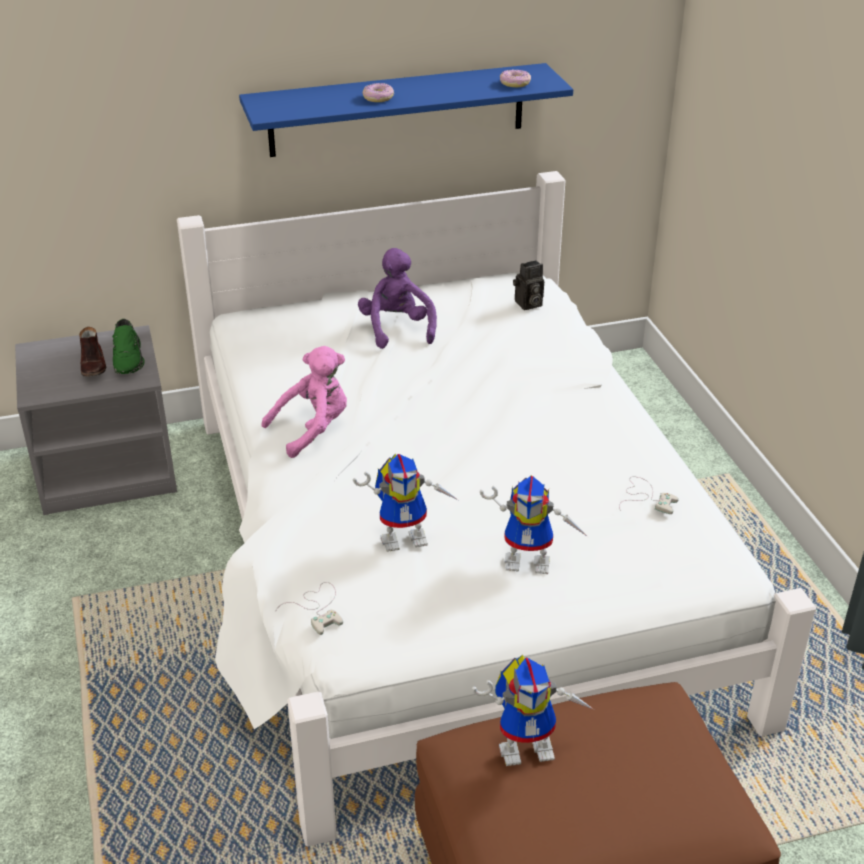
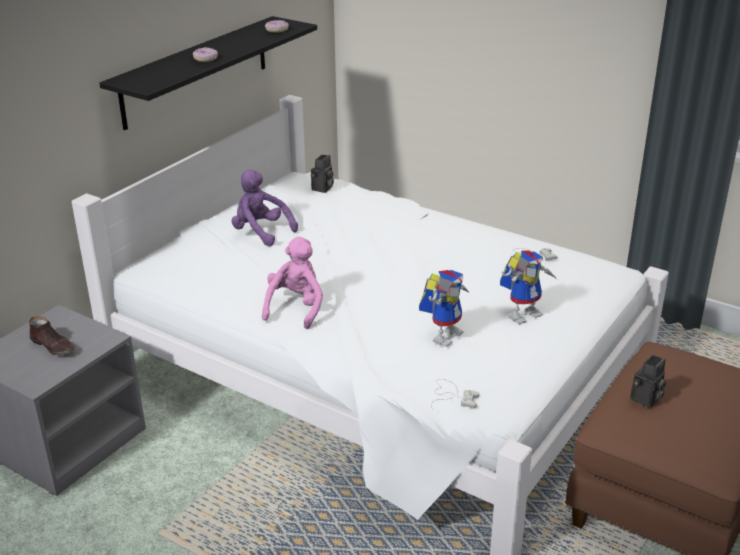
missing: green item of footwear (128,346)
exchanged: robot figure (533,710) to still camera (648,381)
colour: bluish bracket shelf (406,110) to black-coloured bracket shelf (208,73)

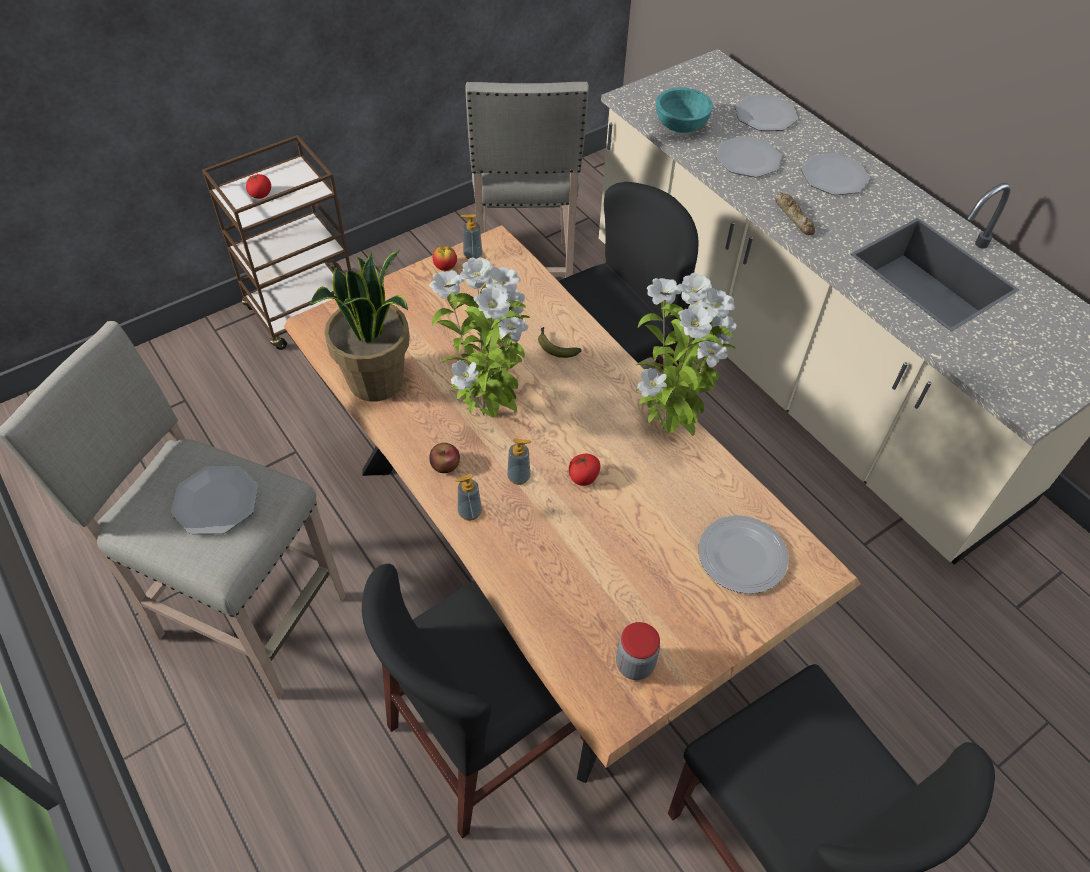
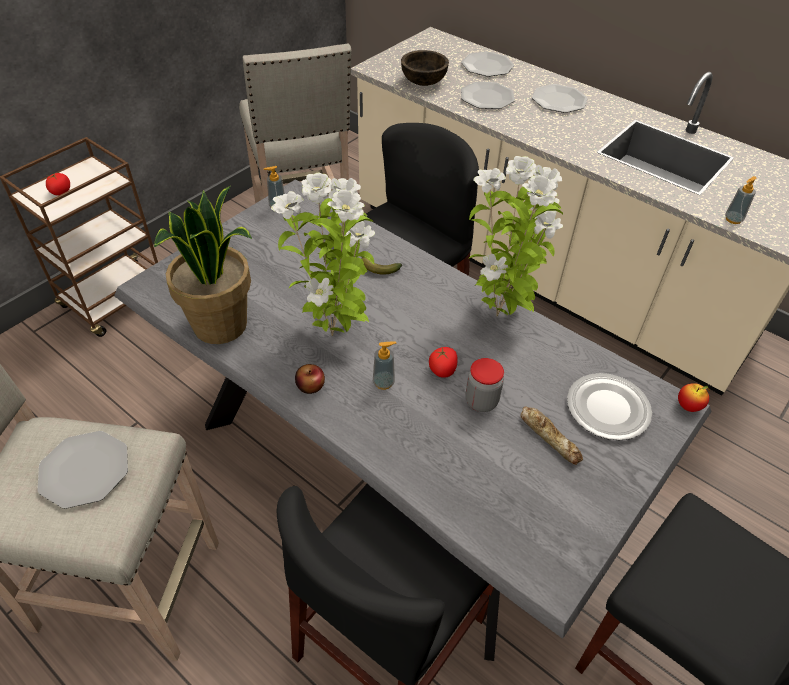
relocated: preserve jar (638,651) to (484,385); bread (795,213) to (551,436); whole apple (445,258) to (694,397); soap dispenser (468,497) to (740,200)
colour: brownish kitchen table (572,504) to gray kitchen table (413,420); turquoise bowl (684,110) to brownish bowl (425,68)

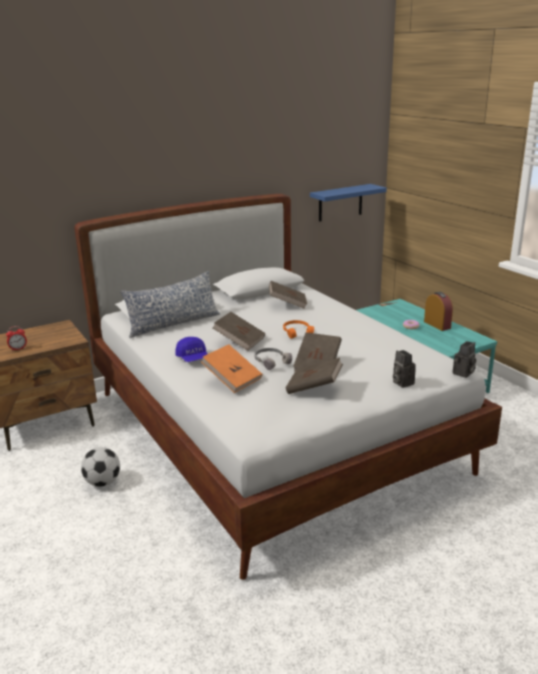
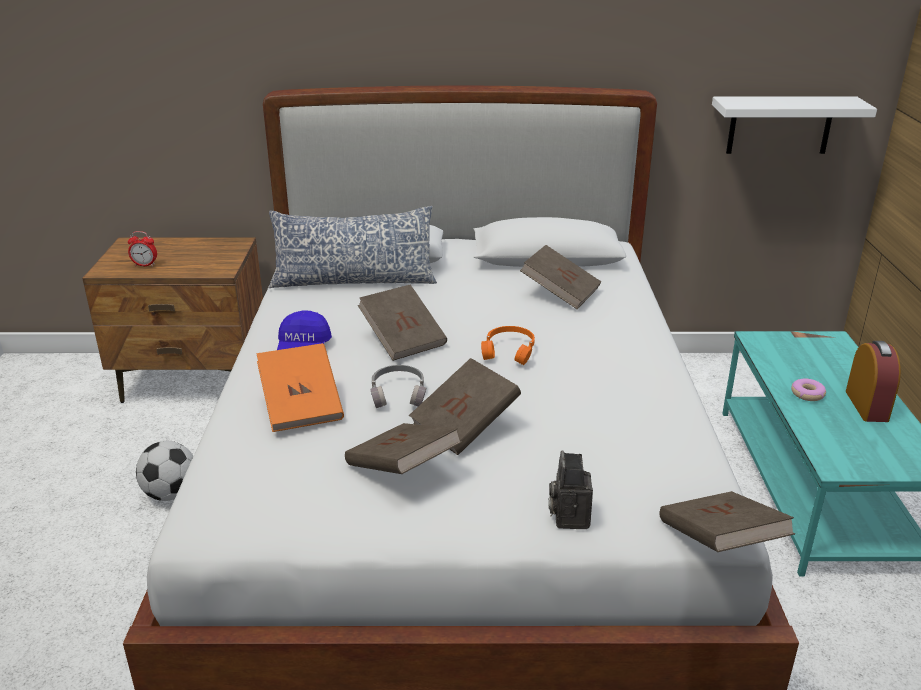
exchanged: still camera (464,359) to brownish volume (727,521)
colour: bluish bracket shelf (348,203) to white-coloured bracket shelf (794,125)

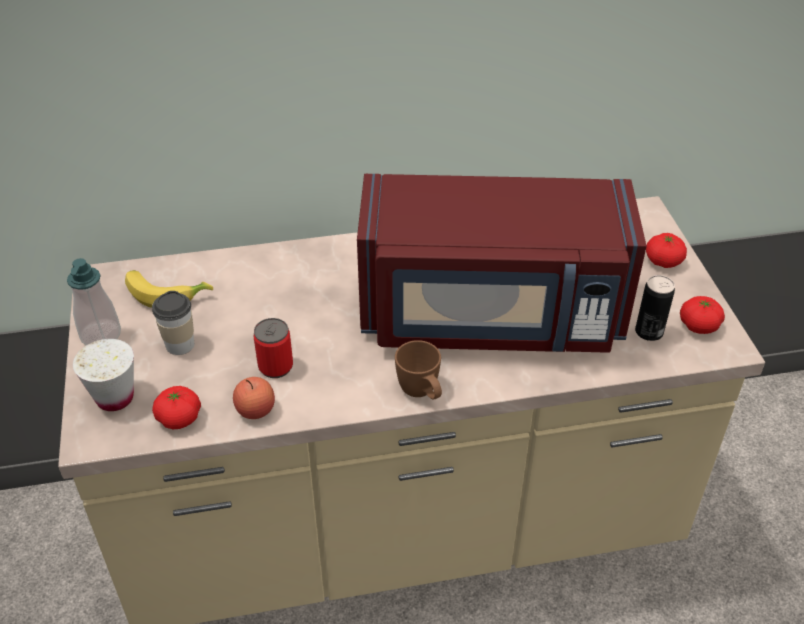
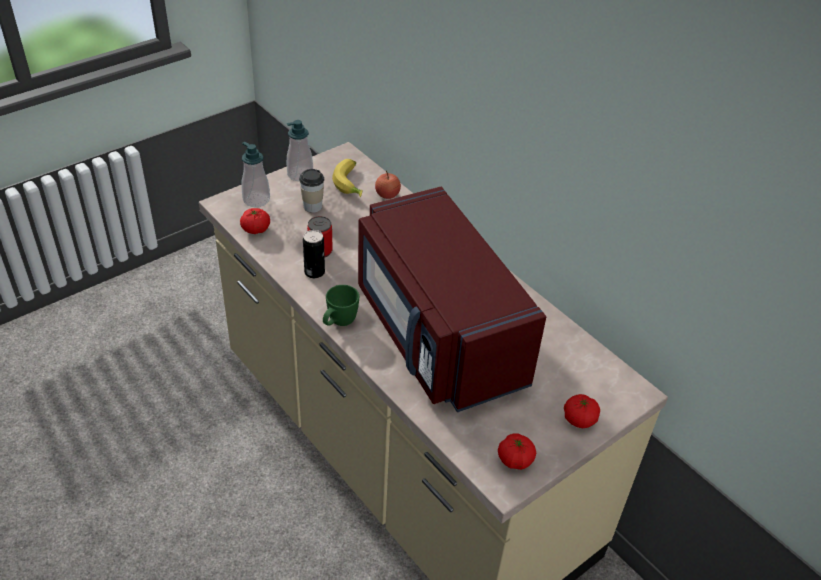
relocated: metal can (655,308) to (314,254); whole apple (254,398) to (388,185)
exchanged: white-coloured drinking cup (103,375) to soap dispenser (255,174)
colour: brownish mug (418,369) to green mug (341,305)

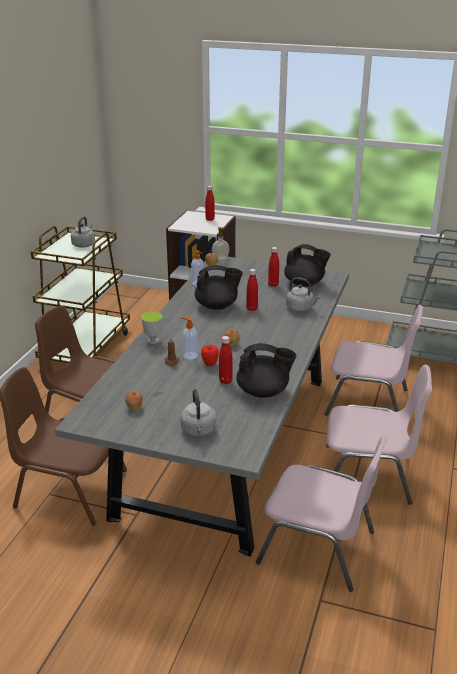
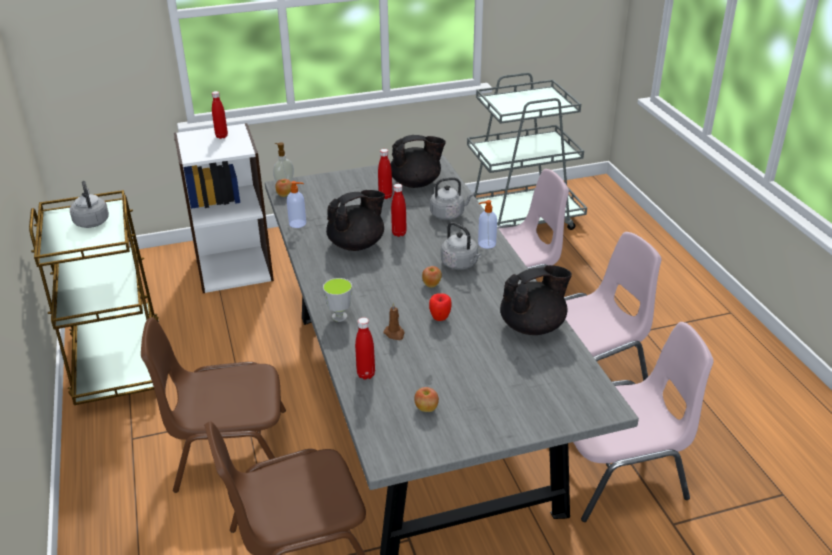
relocated: reddish beverage bottle (226,360) to (365,348); gray tea kettle (198,413) to (461,246); soap dispenser (189,338) to (487,224)

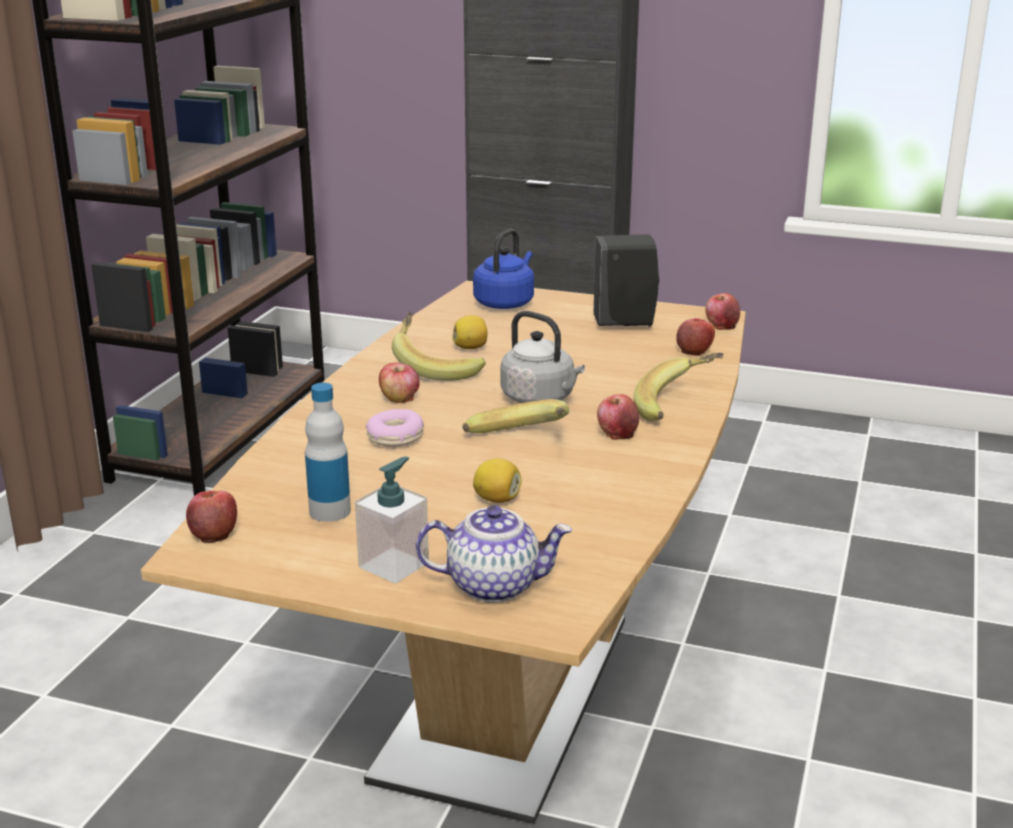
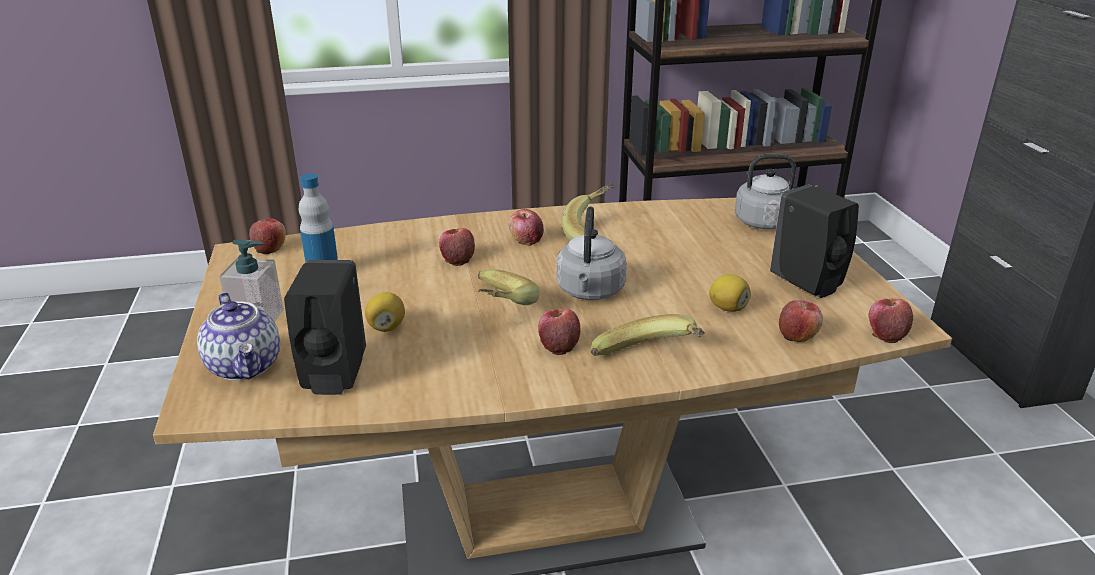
appeared: black-coloured soap dispenser (325,327)
relocated: citrus fruit (469,332) to (730,293)
exchanged: ring doughnut (394,428) to whole apple (457,247)
colour: bluish tea kettle (503,269) to gray tea kettle (776,192)

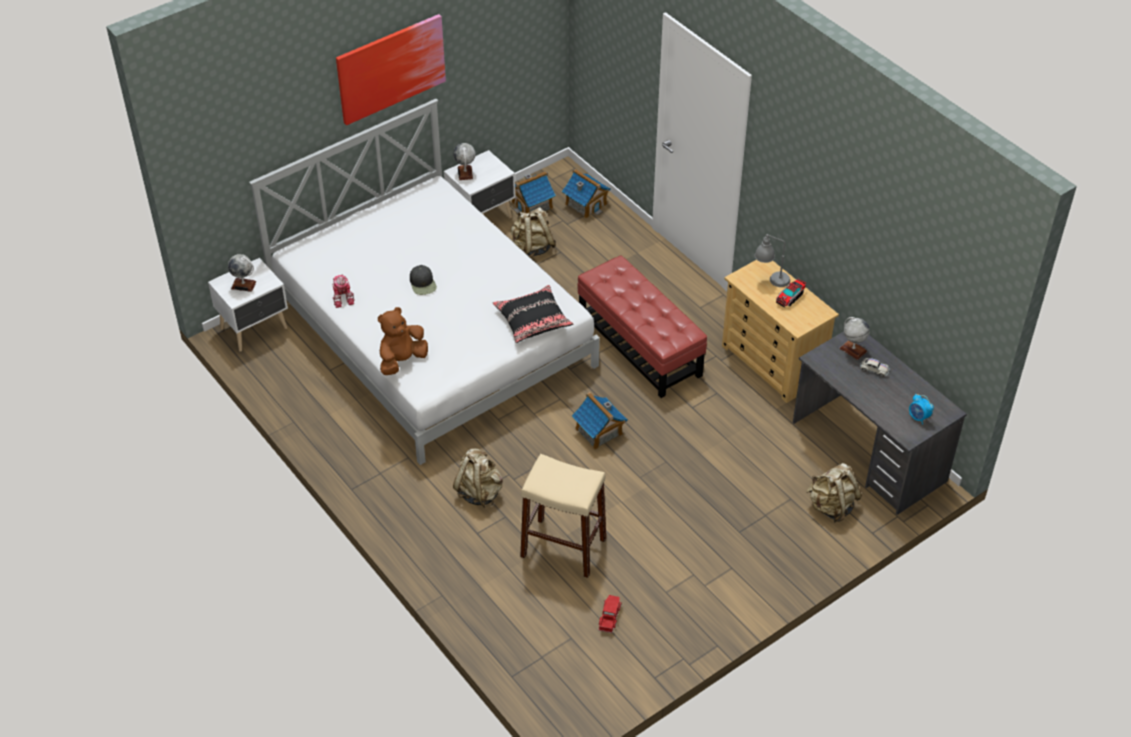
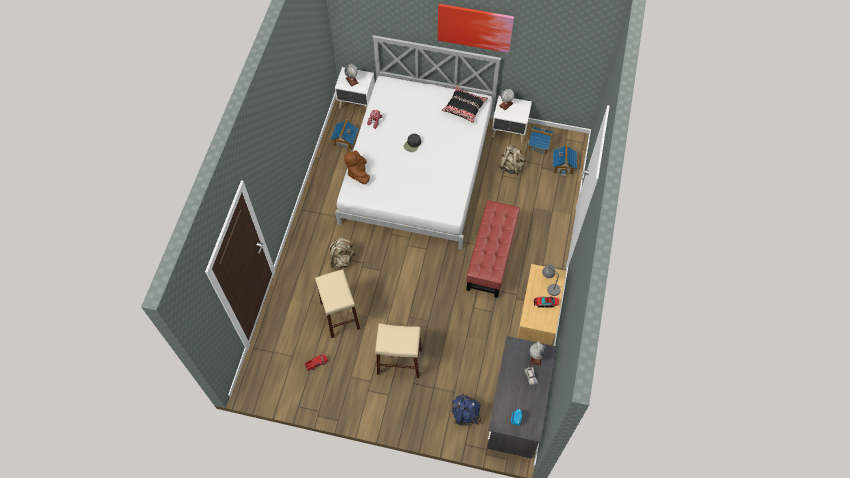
appeared: beige-coloured stool seat (398,351)
relocated: miniature house (600,421) to (344,134); black-coloured pillow (533,314) to (465,104)
colour: beige-coloured rucksack (834,492) to bluish rucksack (466,409)
spun: brownish plush toy (403,341) = (357,167) 105 degrees counterclockwise

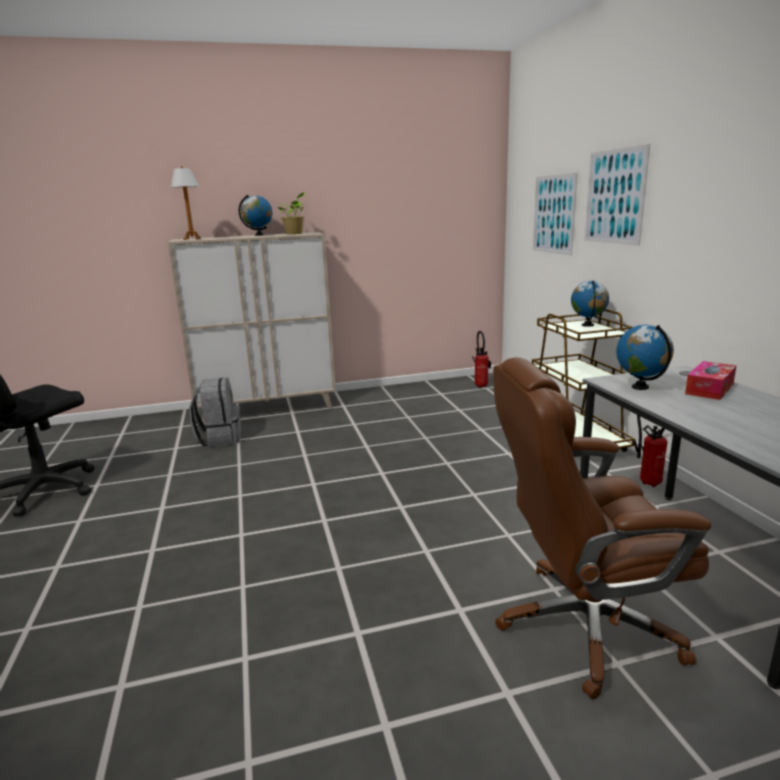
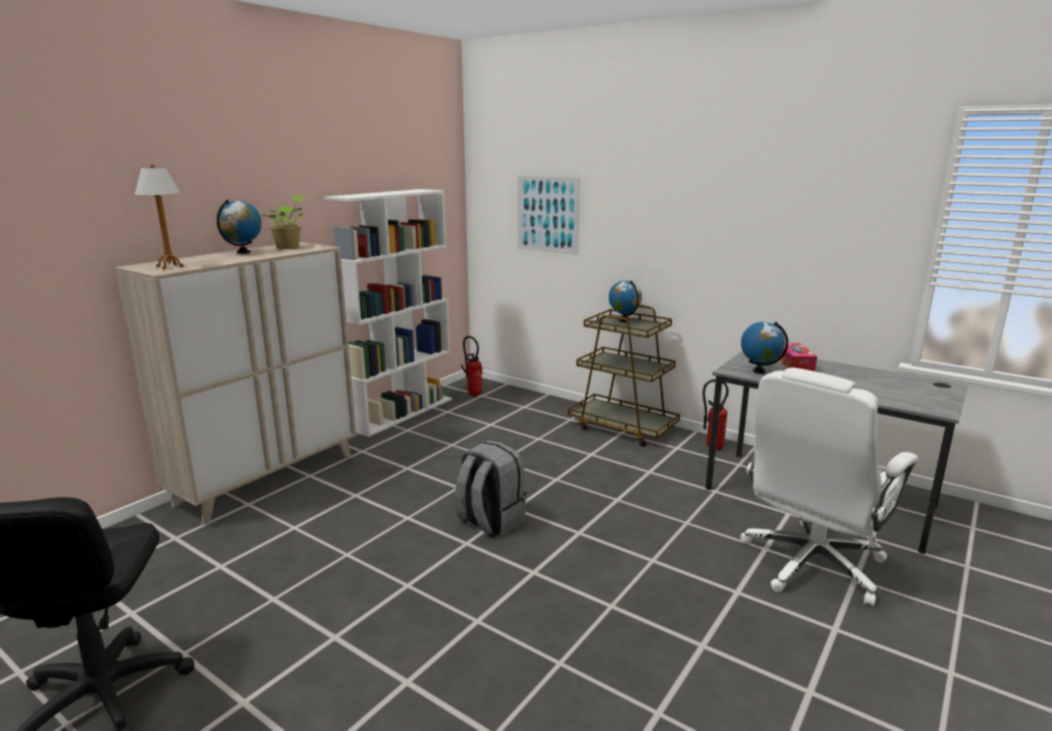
missing: wall picture (617,194)
appeared: white-coloured shelving unit (388,313)
relocated: gray rucksack (215,412) to (491,489)
colour: brownish desk chair (602,528) to white-coloured desk chair (829,486)

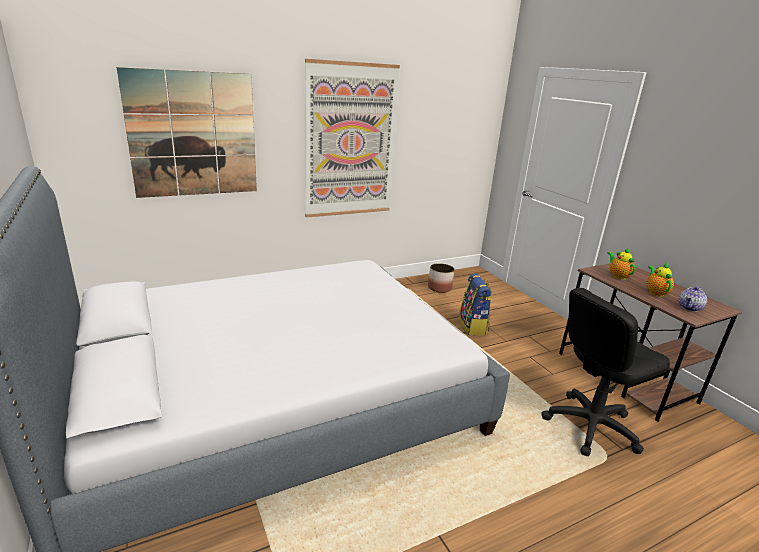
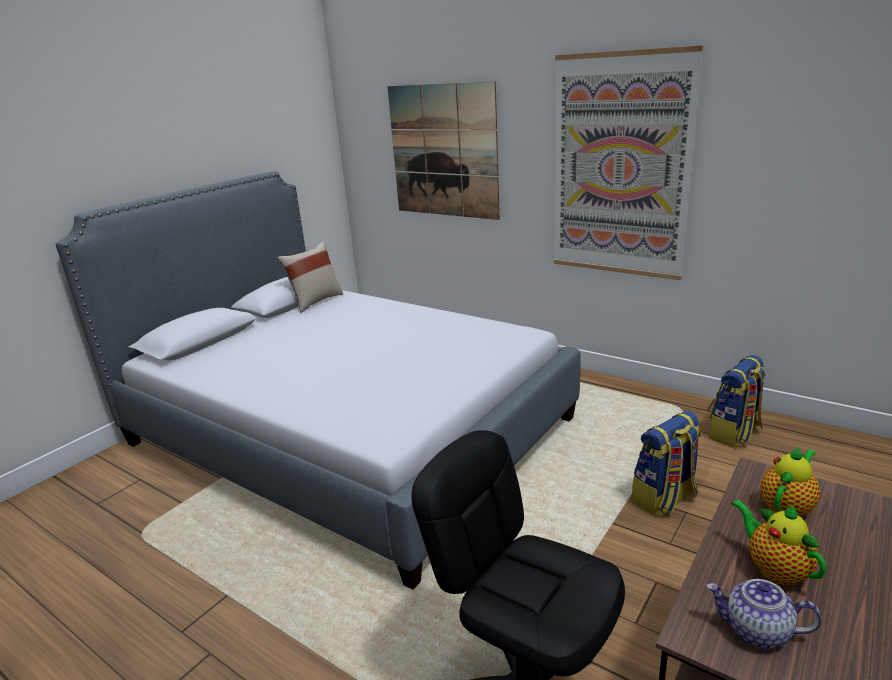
appeared: beige-coloured pillow (310,277)
exchanged: planter (441,278) to rucksack (737,401)
spun: pot for tea (660,280) = (778,543) 90 degrees counterclockwise

